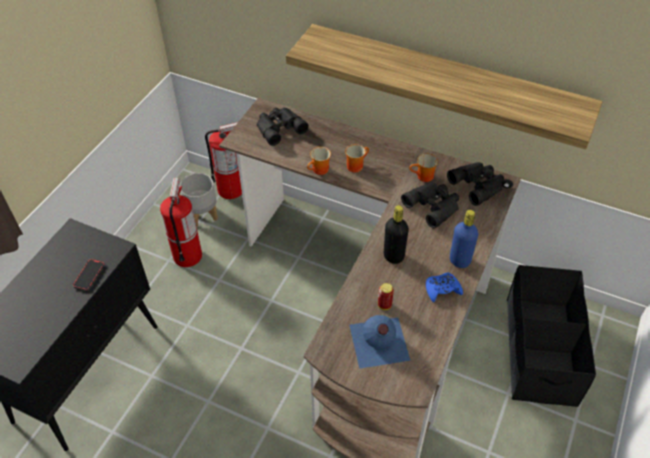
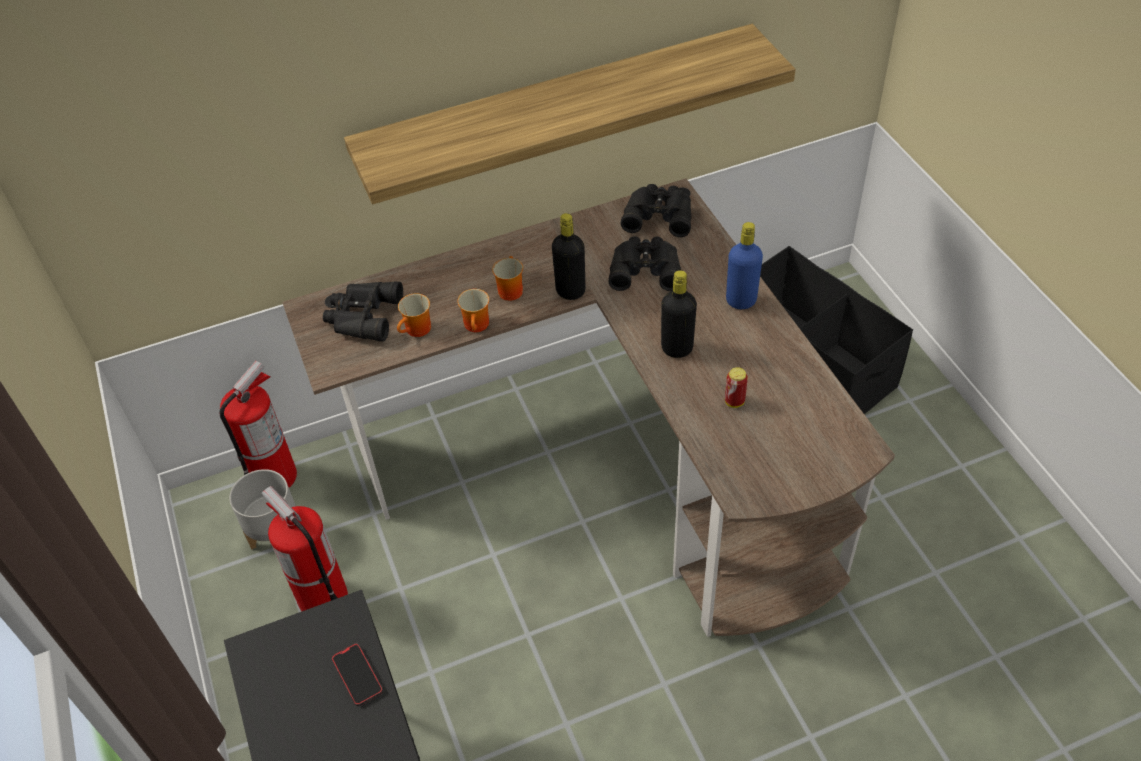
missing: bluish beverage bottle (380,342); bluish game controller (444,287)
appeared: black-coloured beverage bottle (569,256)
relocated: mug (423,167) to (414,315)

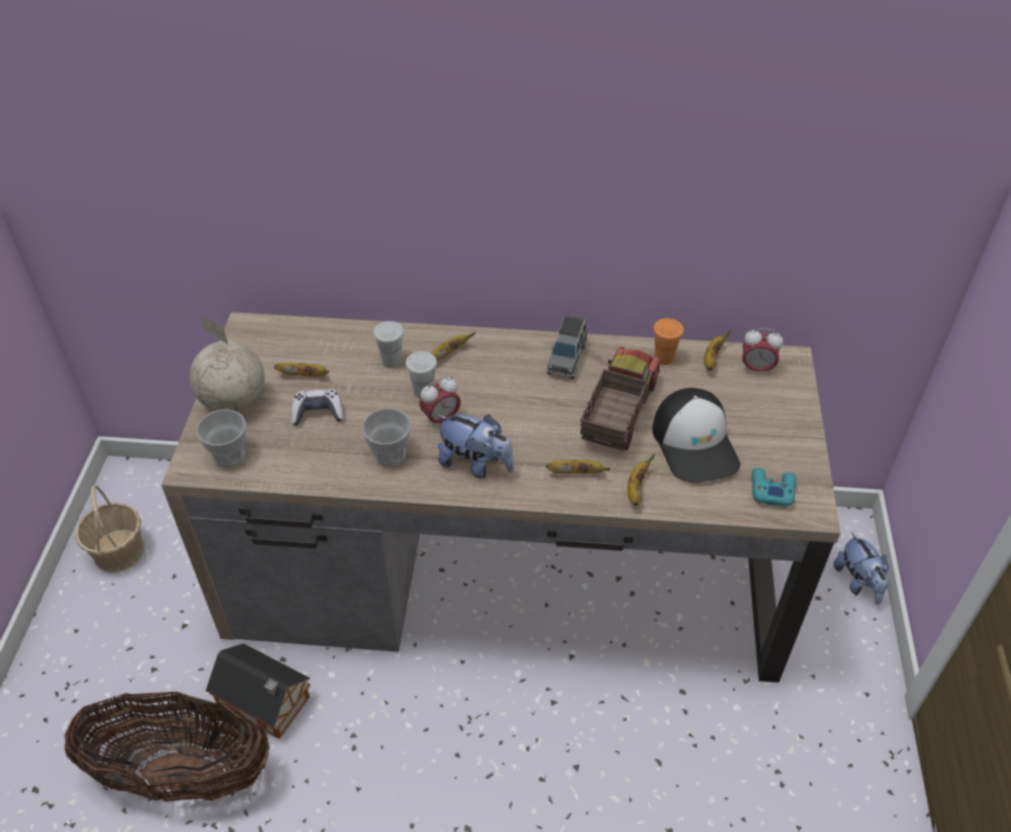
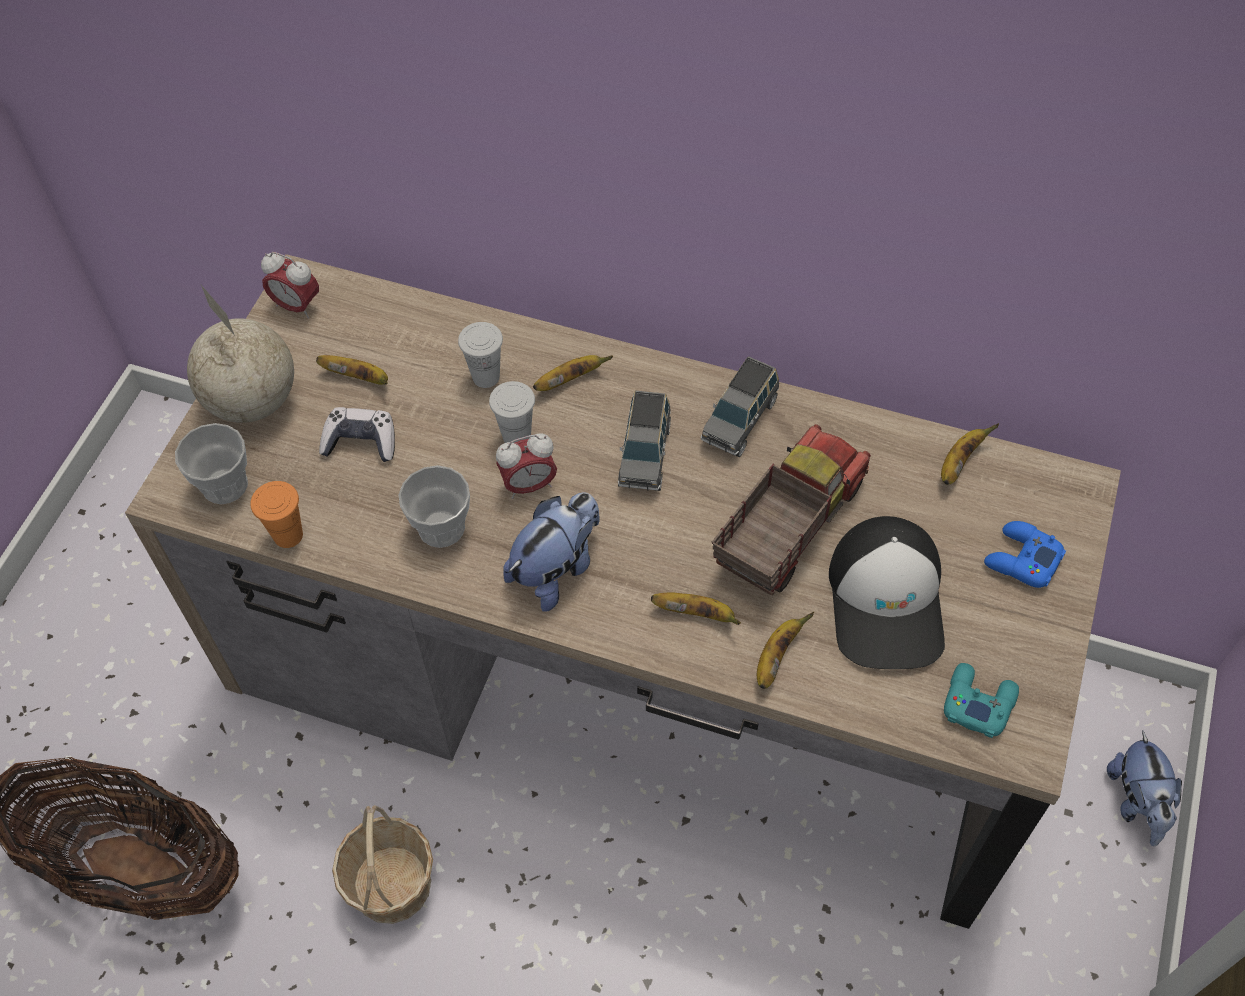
missing: miniature house (258,691)
appeared: gray toy car (644,441); bluish game controller (1025,554)
relocated: orange drinking cup (668,341) to (276,514); table clock (762,351) to (290,285); household basket (110,528) to (382,864)
spun: plush toy (475,446) = (551,552) 90 degrees counterclockwise

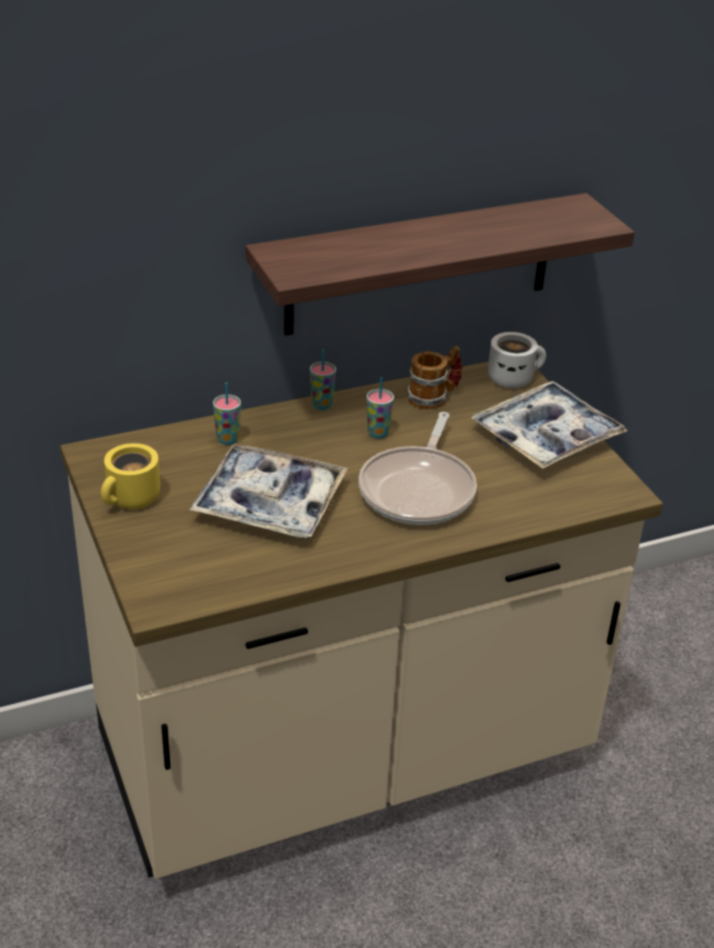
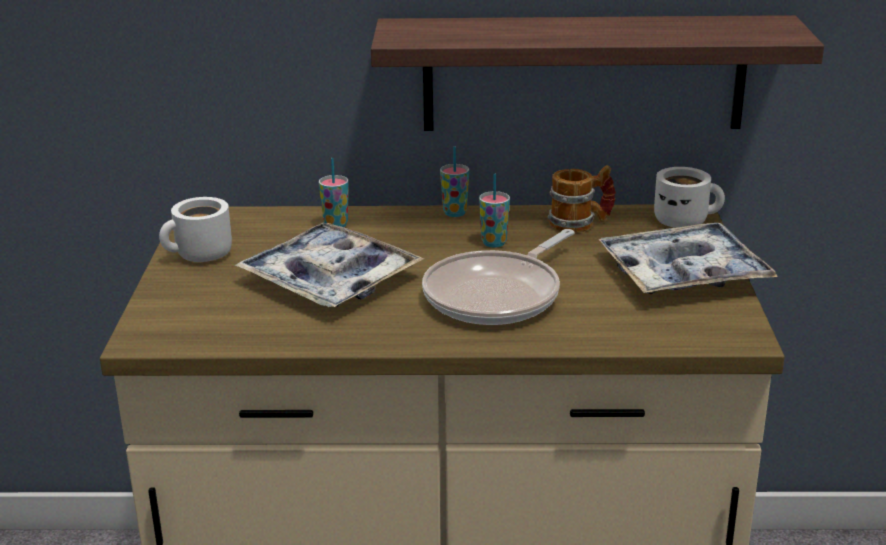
colour: yellow-coloured mug (130,476) to white-coloured mug (195,229)

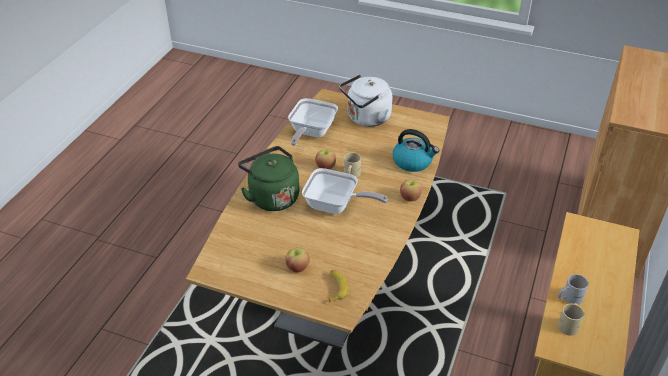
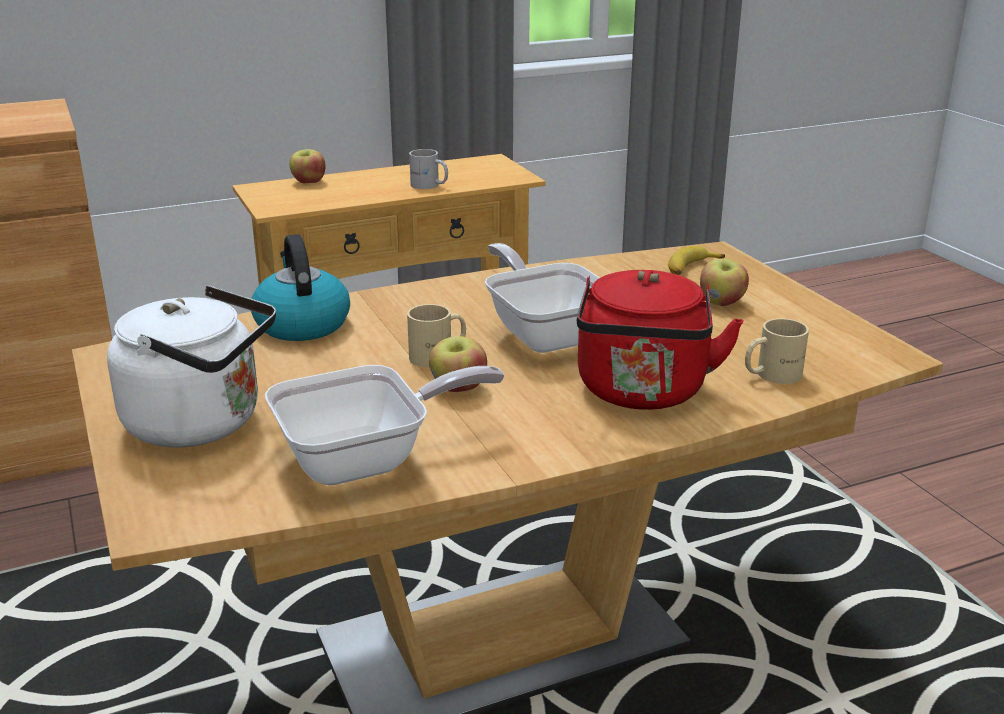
relocated: whole apple (411,191) to (307,166); beige-coloured mug (571,319) to (777,351)
colour: green tea kettle (268,178) to reddish tea kettle (660,340)

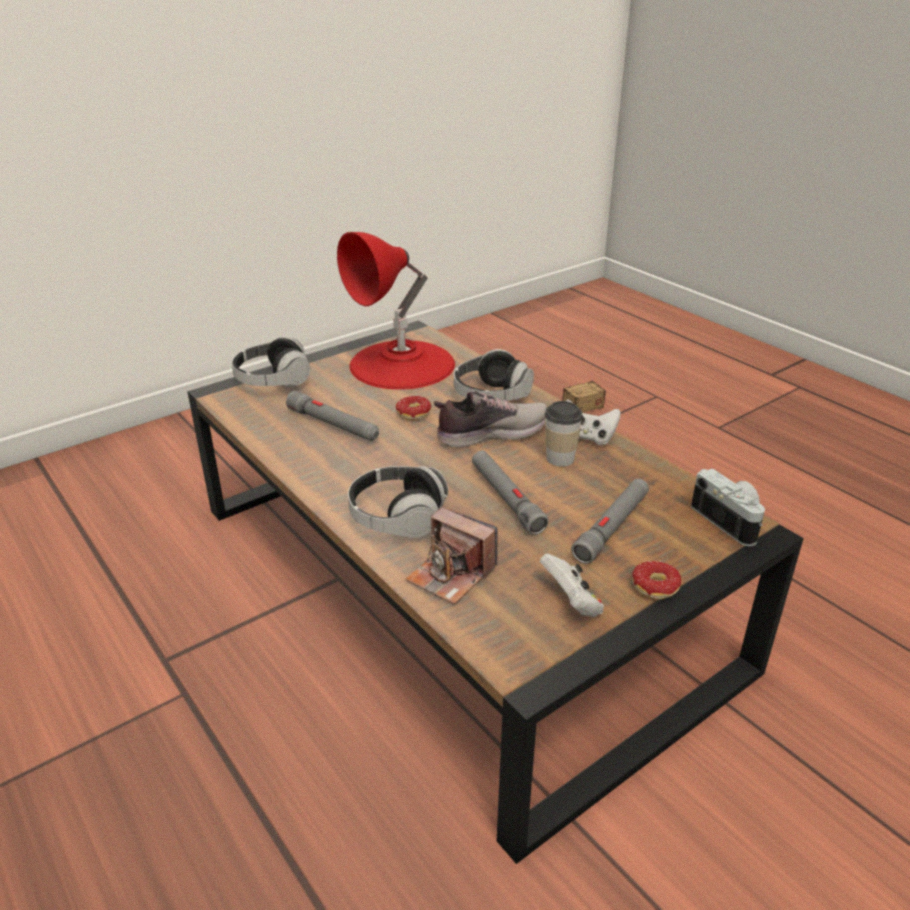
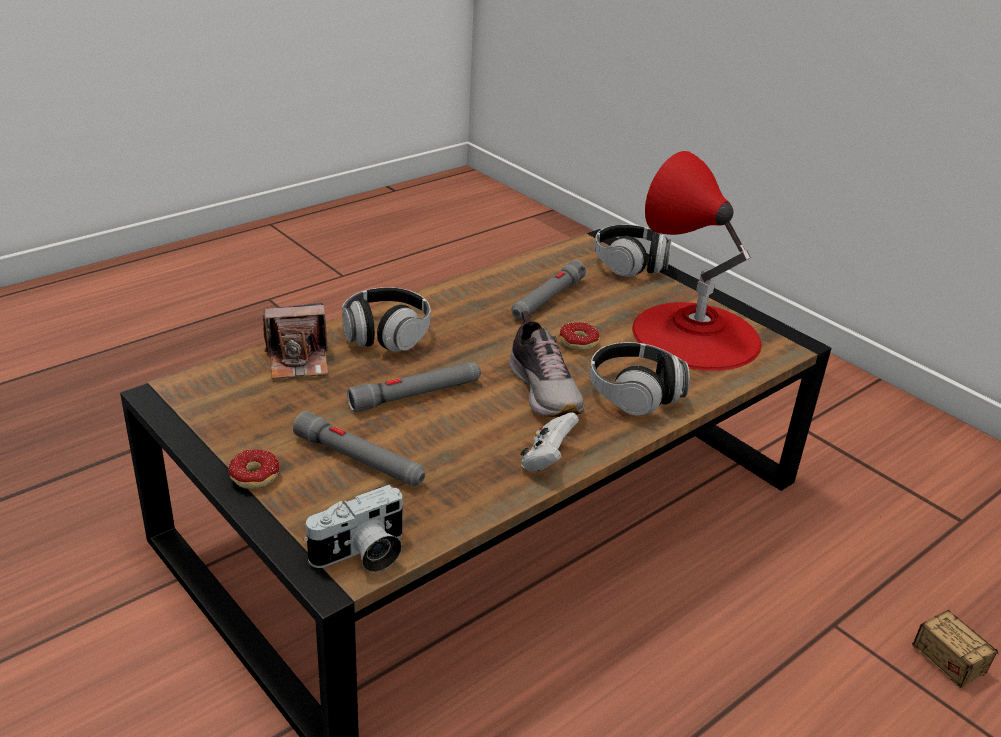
missing: white-coloured game controller (572,585); drinking cup (564,434)
spun: still camera (451,555) = (295,341) 135 degrees counterclockwise

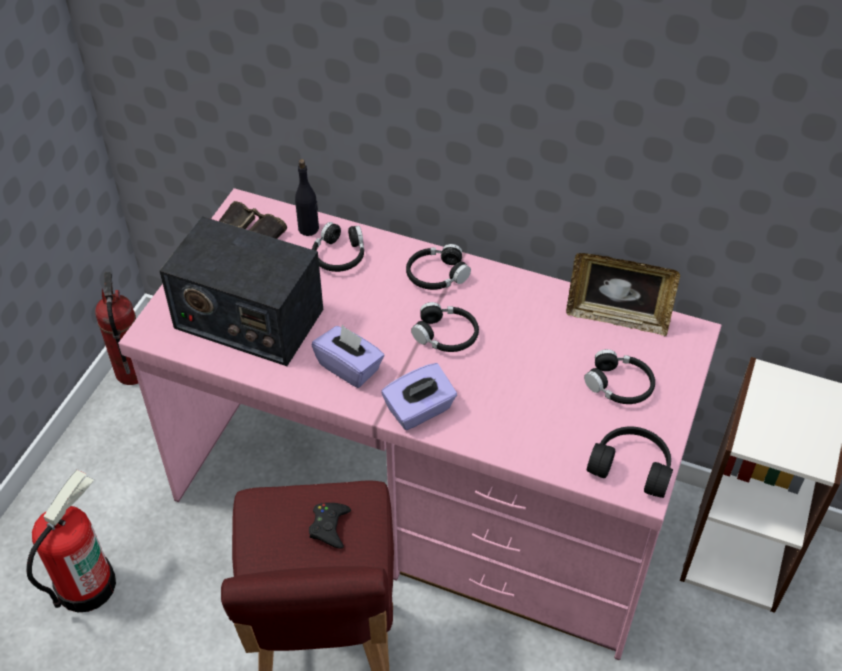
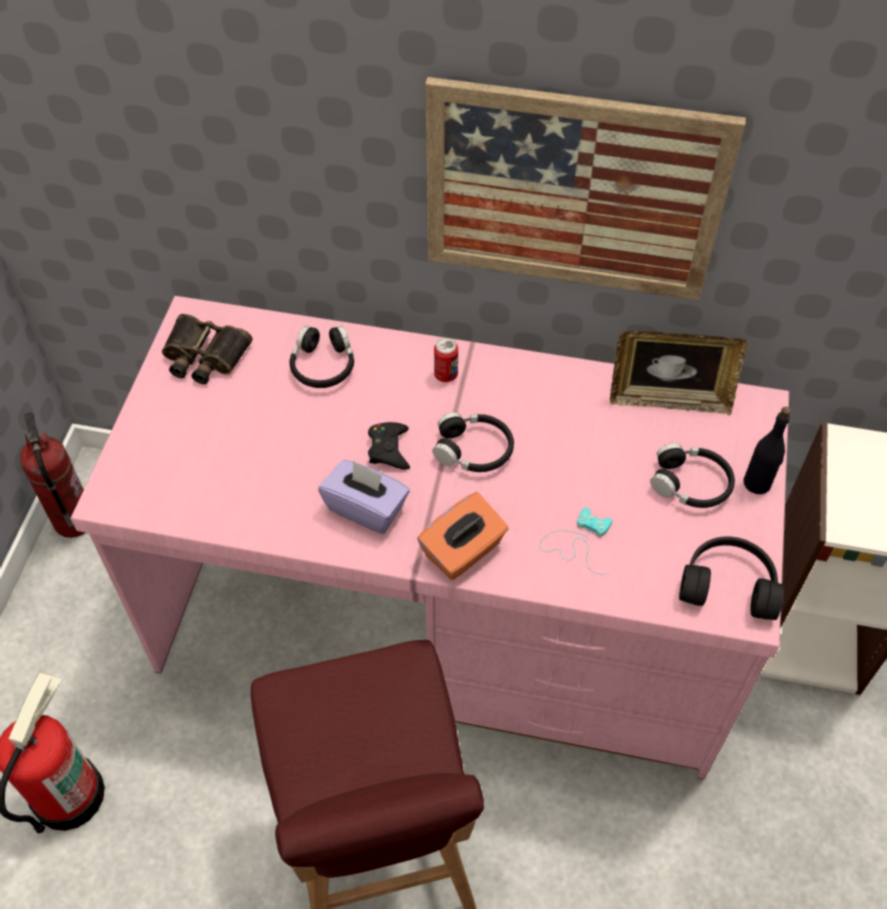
missing: radio (241,291)
appeared: wall picture (585,188); turquoise game controller (575,541)
relocated: black-coloured game controller (330,526) to (389,446); black-coloured beverage bottle (307,197) to (767,450)
exchanged: black-coloured pair of headphones (438,267) to metal can (446,360)
colour: purple box of tissues (419,396) to orange box of tissues (462,536)

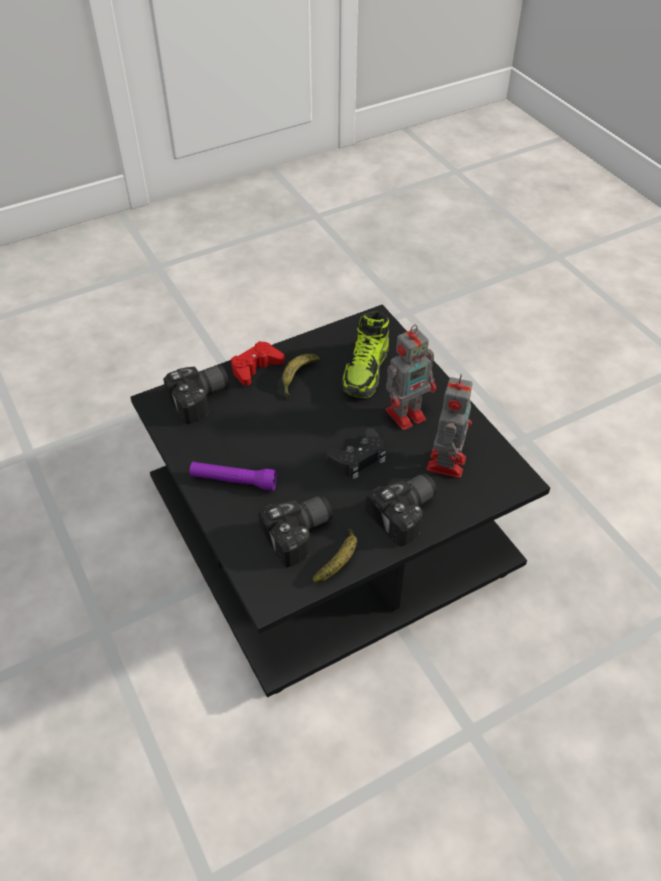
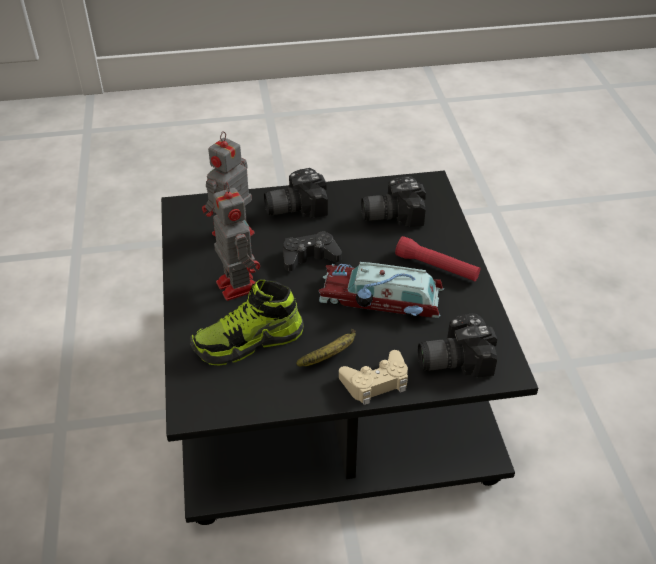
missing: banana (335,555)
appeared: toy car (381,290)
colour: reddish game controller (258,363) to beige-coloured game controller (373,377); purple hand torch (233,476) to reddish hand torch (437,258)
spun: item of footwear (365,354) = (247,322) 150 degrees counterclockwise; robot figure (411,377) = (236,241) 75 degrees clockwise

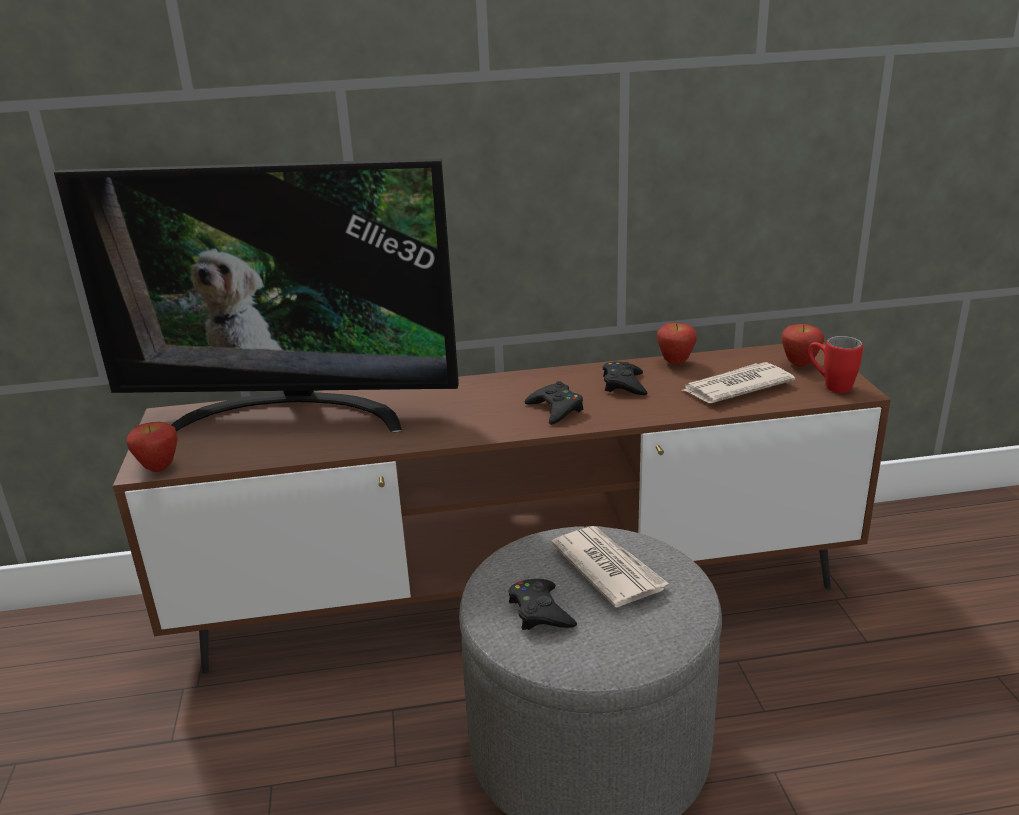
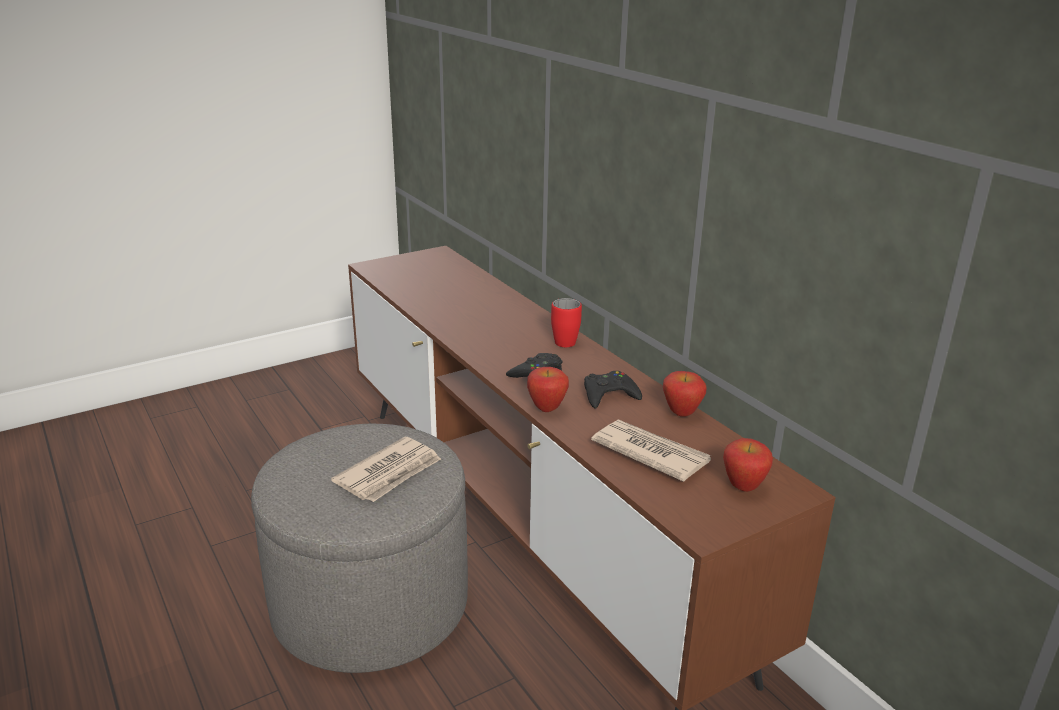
missing: TV (256,296); black-coloured game controller (543,604)
relocated: whole apple (152,447) to (548,389); reddish mug (835,364) to (566,322)

